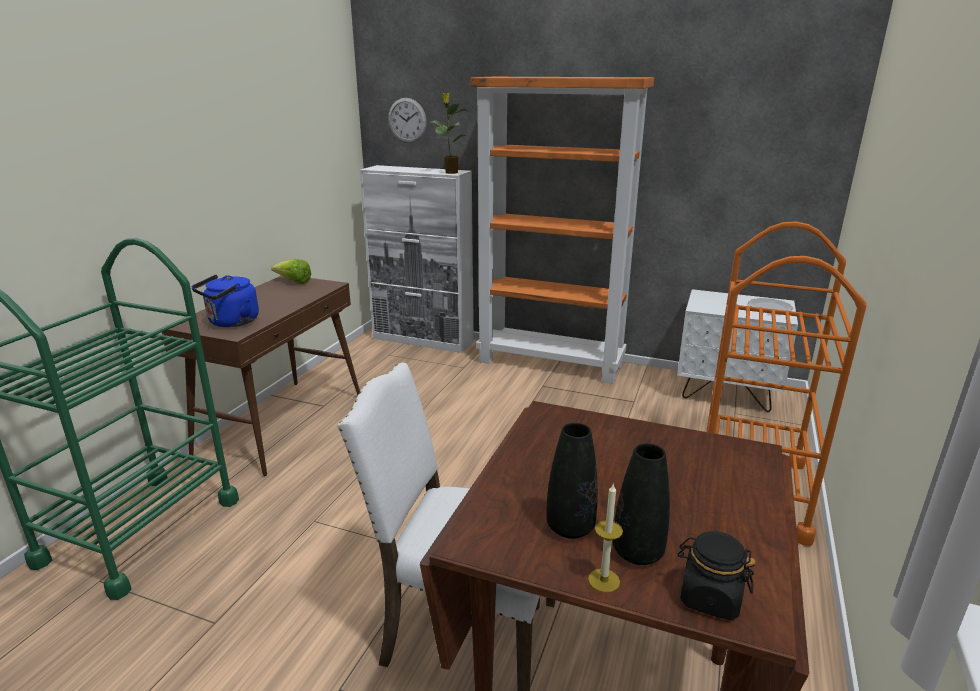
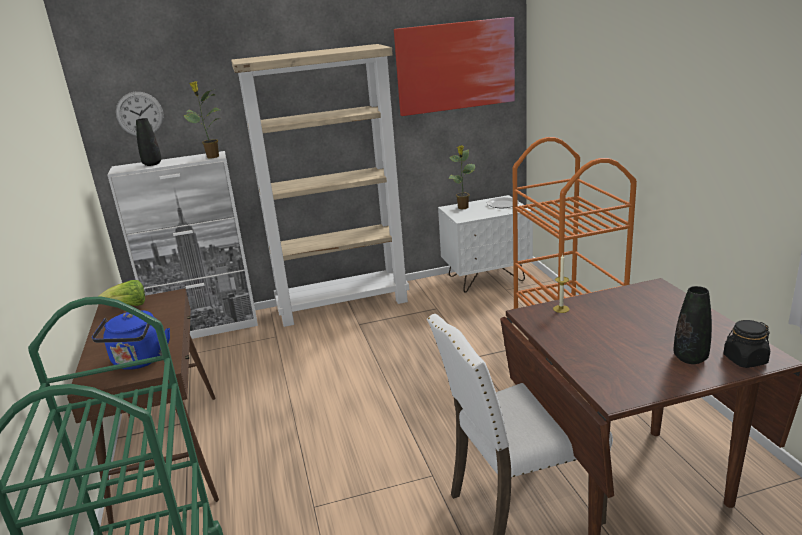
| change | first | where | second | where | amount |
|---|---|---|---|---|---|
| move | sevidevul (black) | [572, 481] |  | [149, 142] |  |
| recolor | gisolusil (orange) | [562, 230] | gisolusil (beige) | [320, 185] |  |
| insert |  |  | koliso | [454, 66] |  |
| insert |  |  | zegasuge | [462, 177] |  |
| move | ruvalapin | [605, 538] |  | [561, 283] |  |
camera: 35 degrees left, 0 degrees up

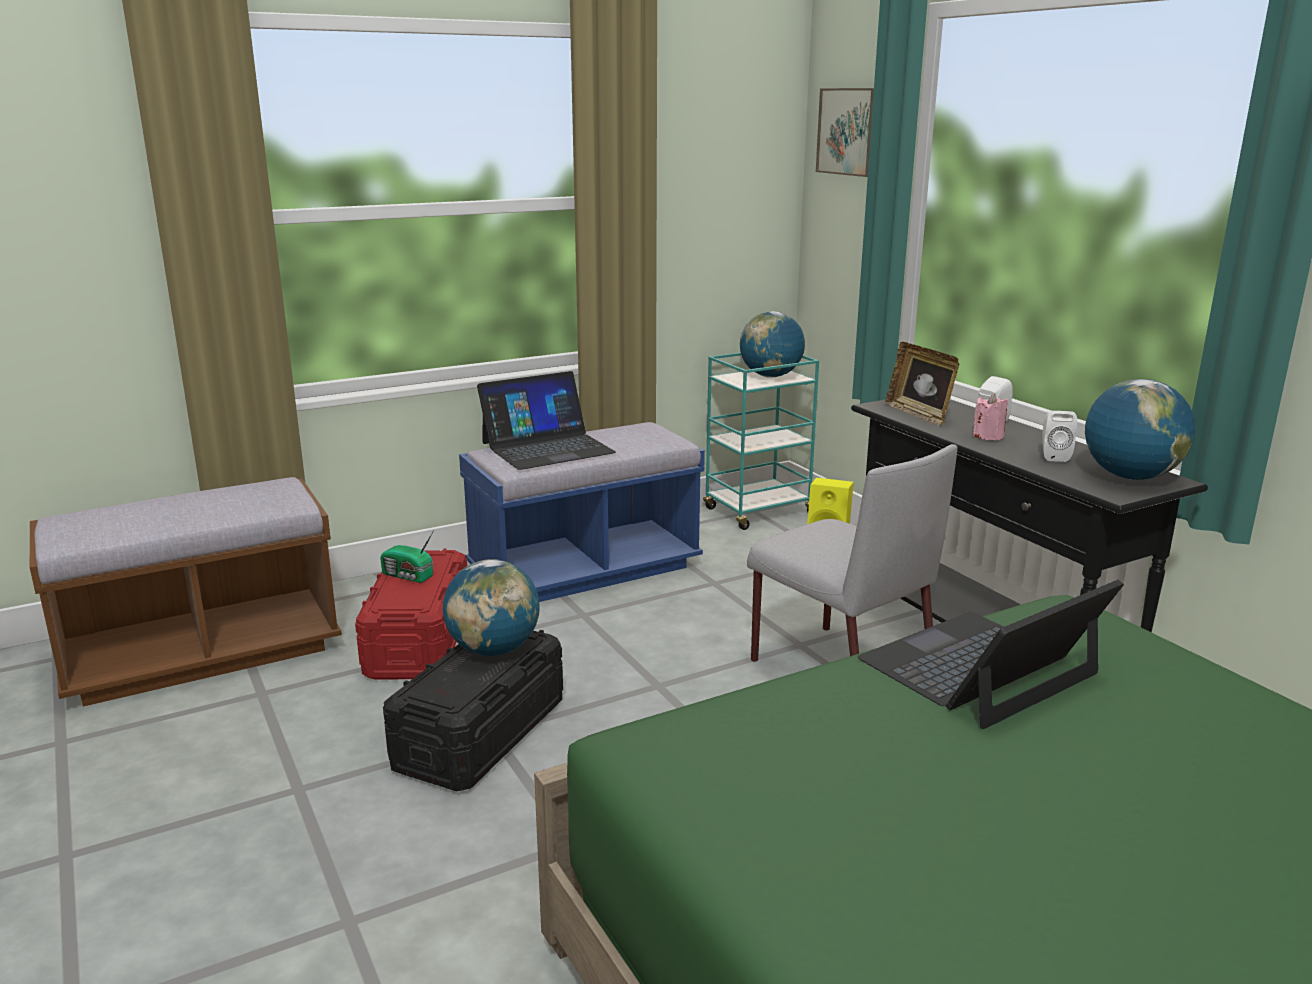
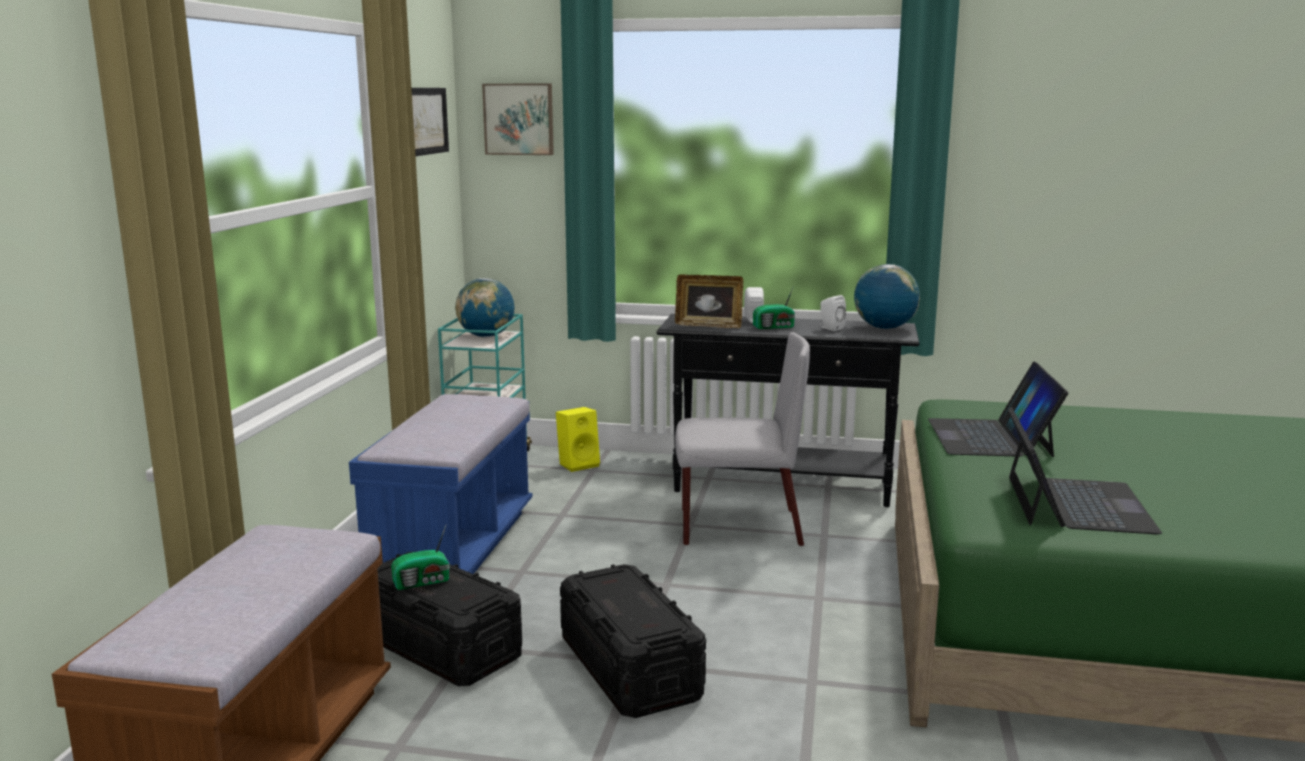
| change | first | where | second | where | amount |
|---|---|---|---|---|---|
| recolor | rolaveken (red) | [411, 614] | rolaveken (black) | [449, 619] |  |
| insert |  |  | koliso | [430, 122] |  |
| replace | ruvalapin (pink) | [990, 417] | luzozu | [774, 307] |  |
| move | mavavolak | [546, 420] |  | [1085, 470] |  |
| delete | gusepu | [491, 607] |  |  |  |
camera: 50 degrees left, 5 degrees down

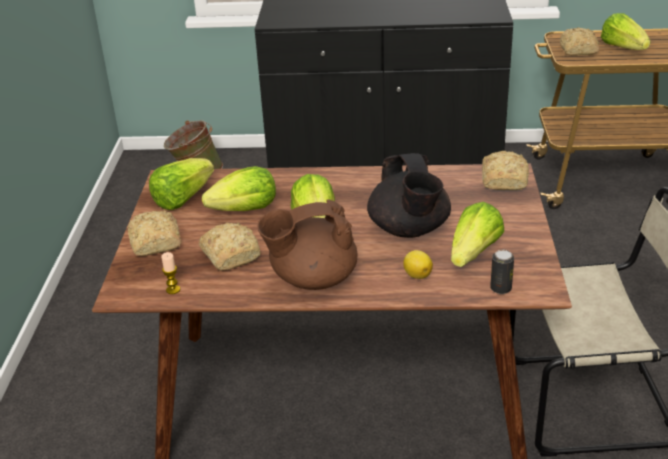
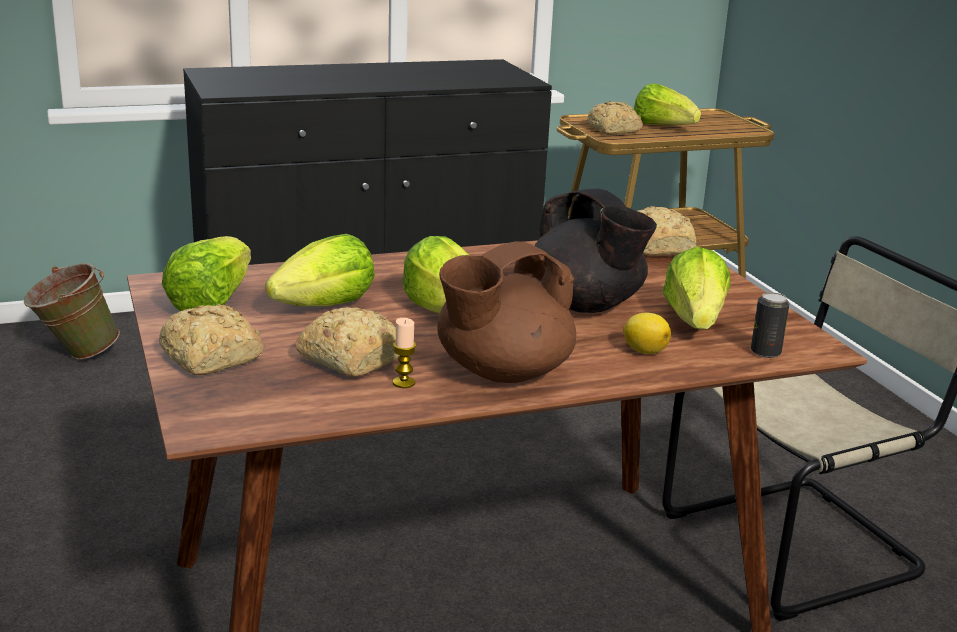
| change | first | where | second | where | amount |
|---|---|---|---|---|---|
| move | ruvalapin | [170, 273] |  | [404, 353] |  |
camera: 25 degrees left, 10 degrees down

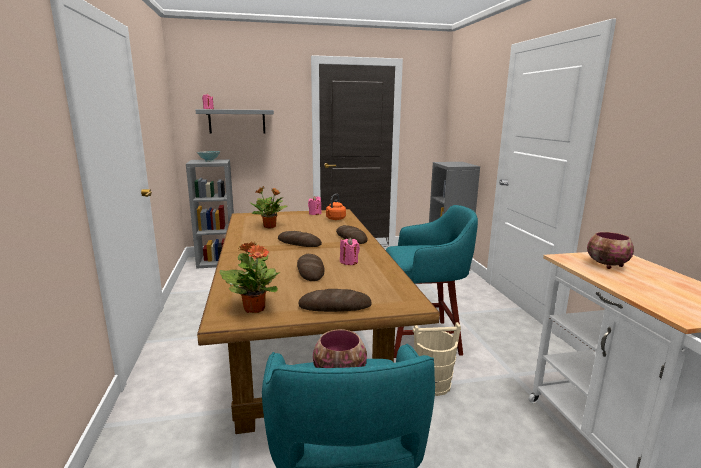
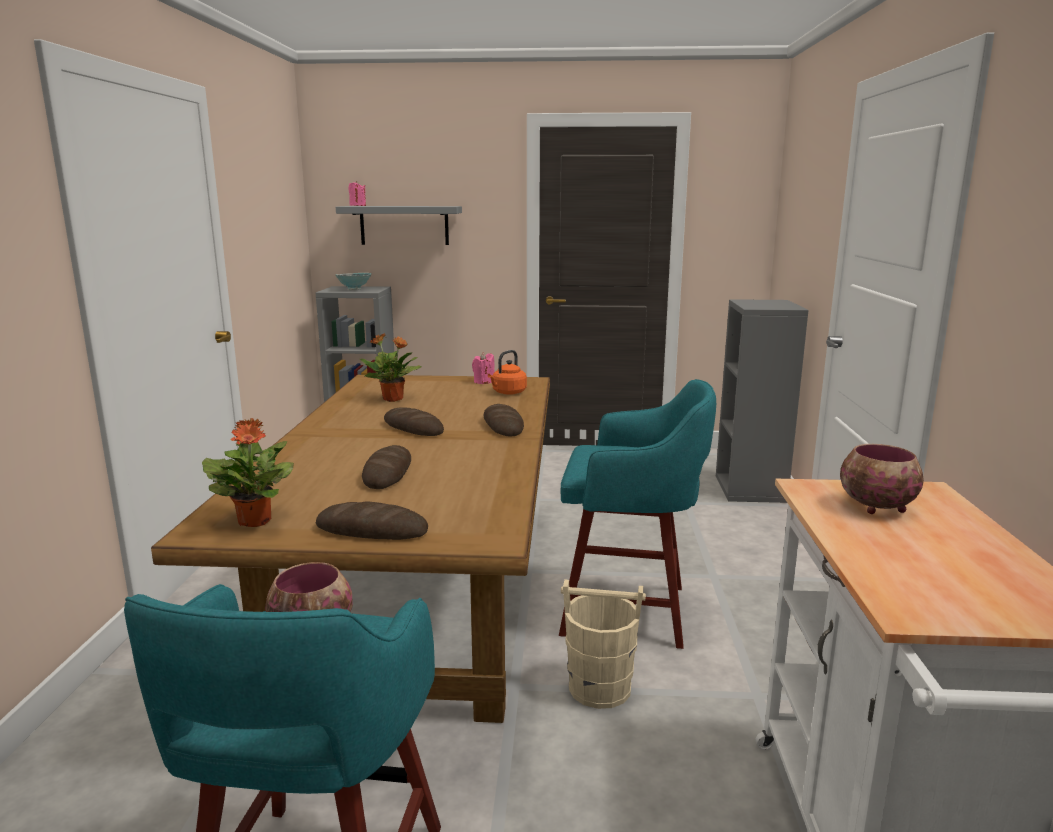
| change | first | where | second | where | amount |
|---|---|---|---|---|---|
| delete | ruvalapin (pink) | [350, 251] |  |  |  |
camera: 15 degrees right, 0 degrees up

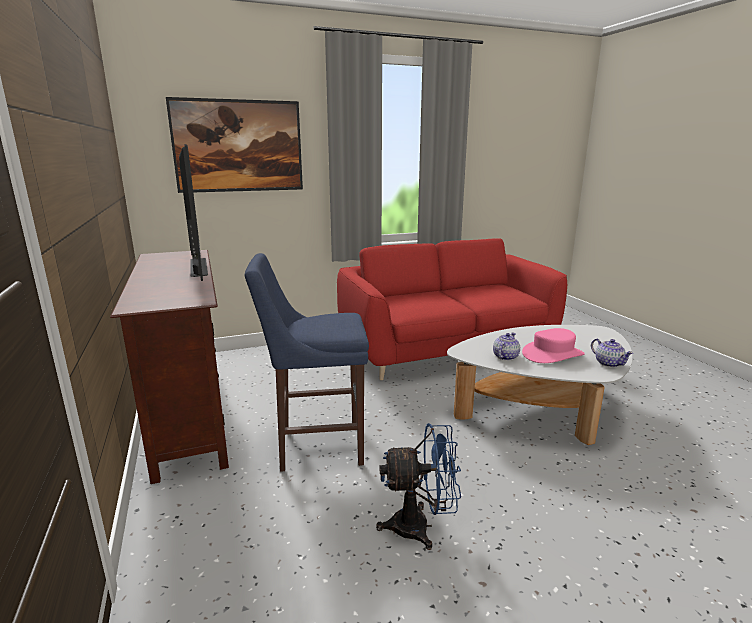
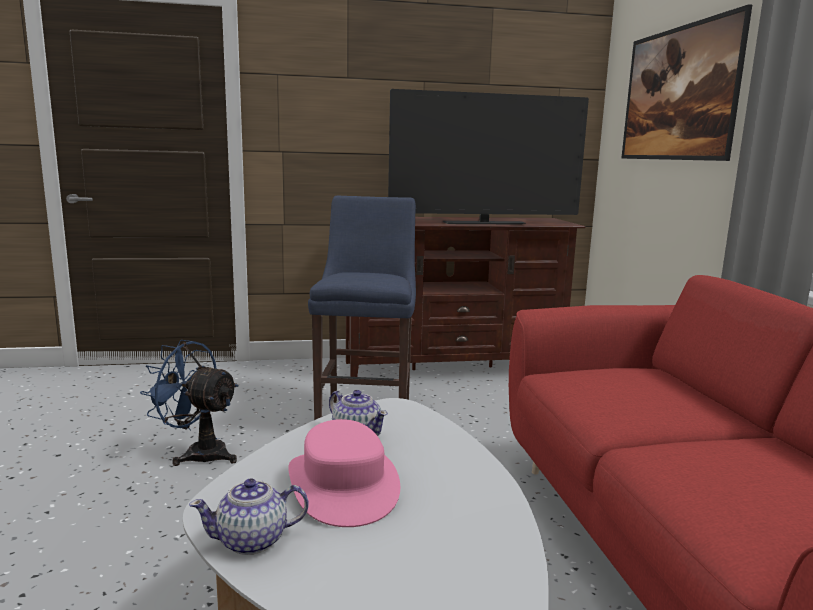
| change | first | where | second | where | amount |
|---|---|---|---|---|---|
| rotate | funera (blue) | [418, 486] |  | [189, 403] | 105 degrees clockwise |
camera: 100 degrees right, 5 degrees down

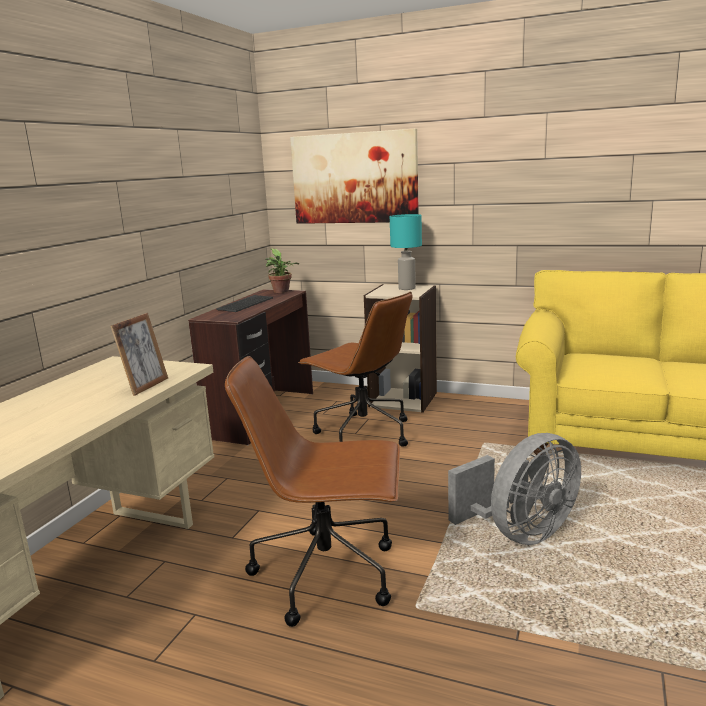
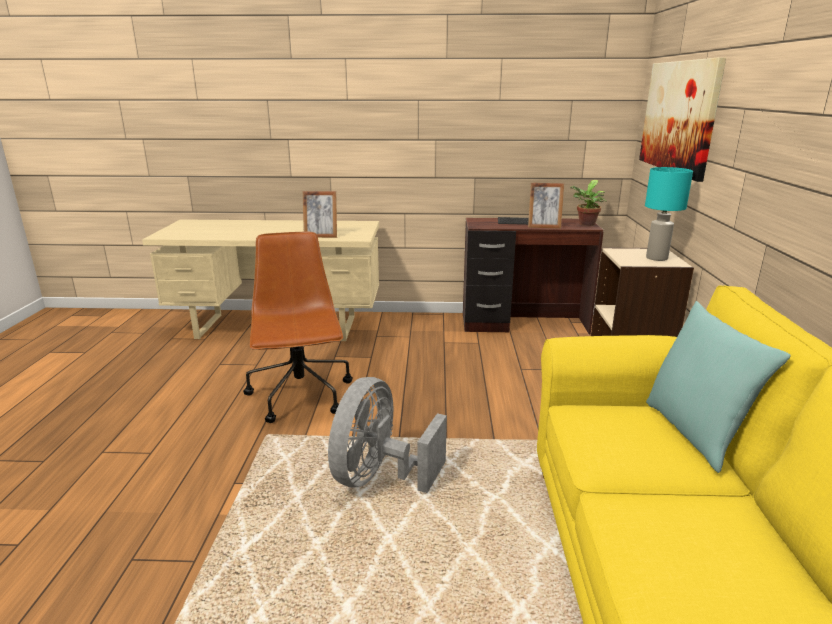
| change | first | where | second | where | amount |
|---|---|---|---|---|---|
| rotate | funera (grey) | [514, 489] |  | [387, 435] | 75 degrees clockwise |
| insert |  |  | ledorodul | [546, 206] |  |
| insert |  |  | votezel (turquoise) | [718, 387] |  |
| delete | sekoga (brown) | [355, 369] |  |  |  |
camera: 70 degrees right, 5 degrees up

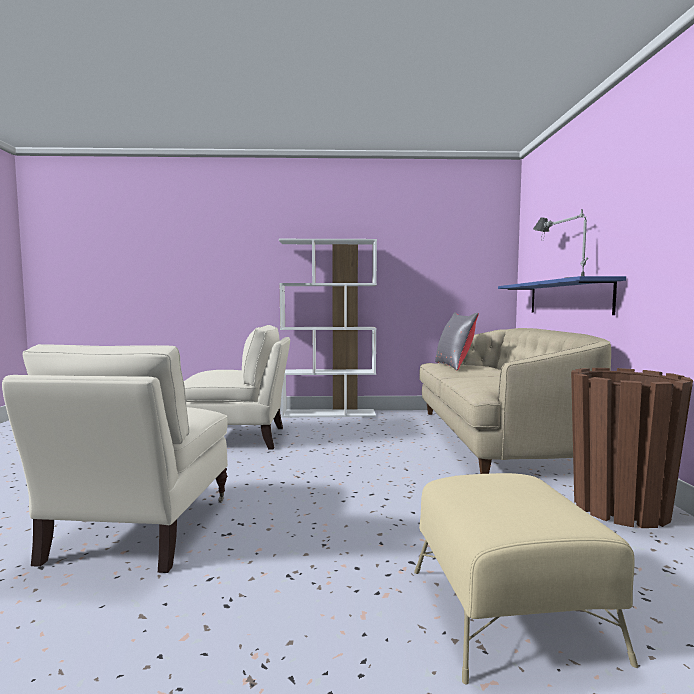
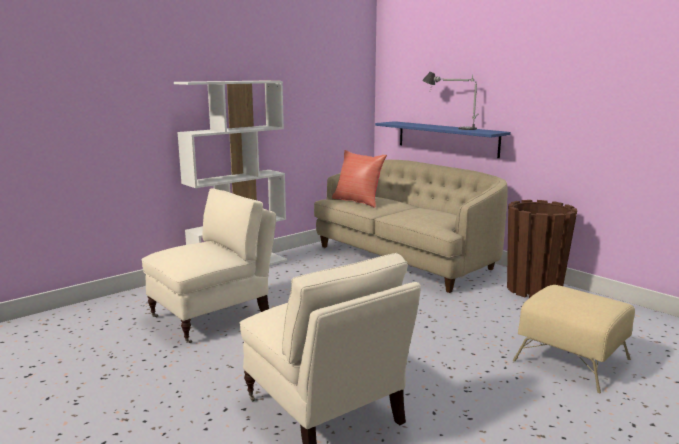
| change | first | where | second | where | amount |
|---|---|---|---|---|---|
| recolor | votezel (grey) | [457, 341] | votezel (red) | [359, 179] |  |
camera: 40 degrees left, 10 degrees up

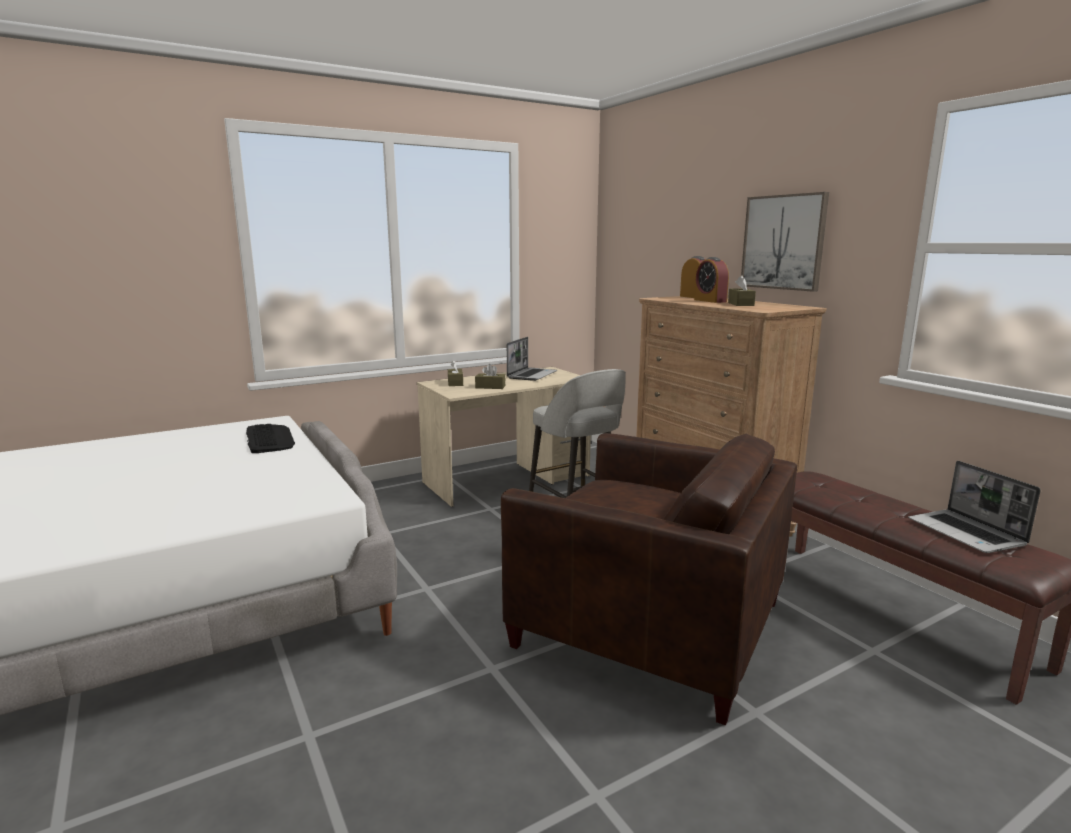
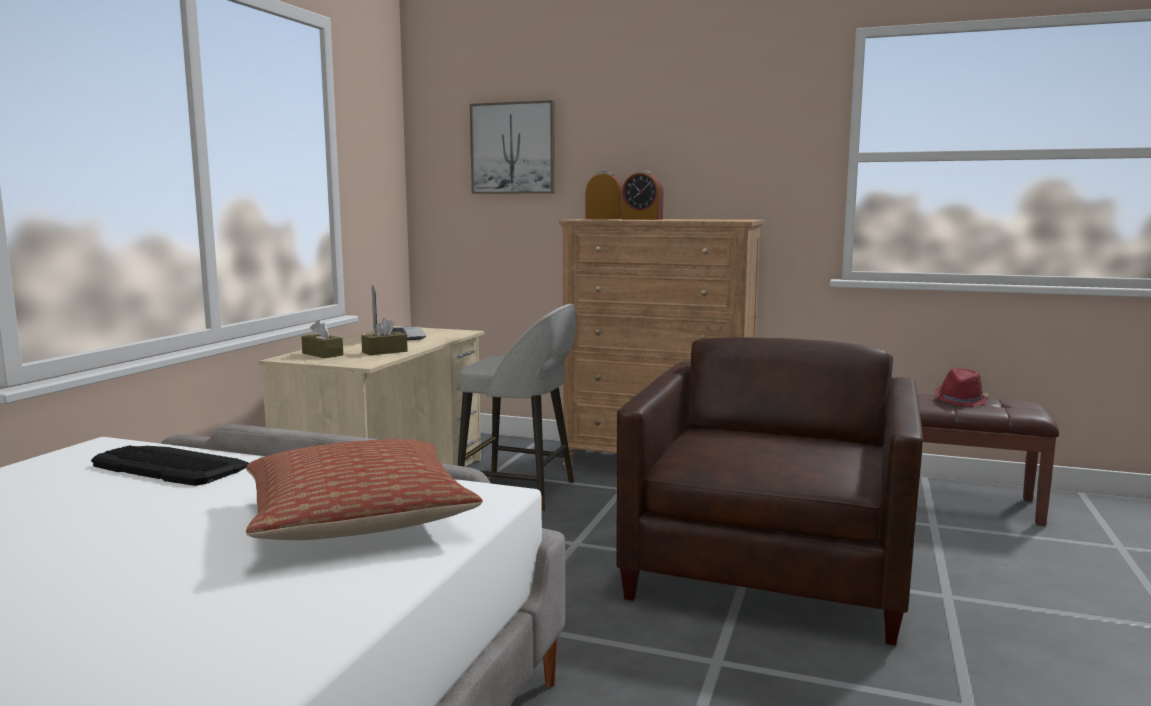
| change | first | where | second | where | amount |
|---|---|---|---|---|---|
| insert |  |  | votezel | [364, 489] |  |
| move | koliso | [785, 242] |  | [512, 147] |  |
| rotate | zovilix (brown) | [649, 579] |  | [769, 491] | 60 degrees counterclockwise |
| replace | mavavolak | [974, 507] | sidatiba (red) | [962, 387] |  |
| delete | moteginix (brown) | [742, 290] |  |  |  |
camera: 40 degrees left, 5 degrees down

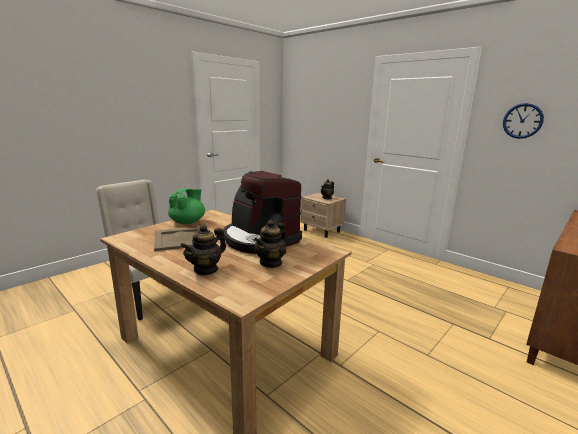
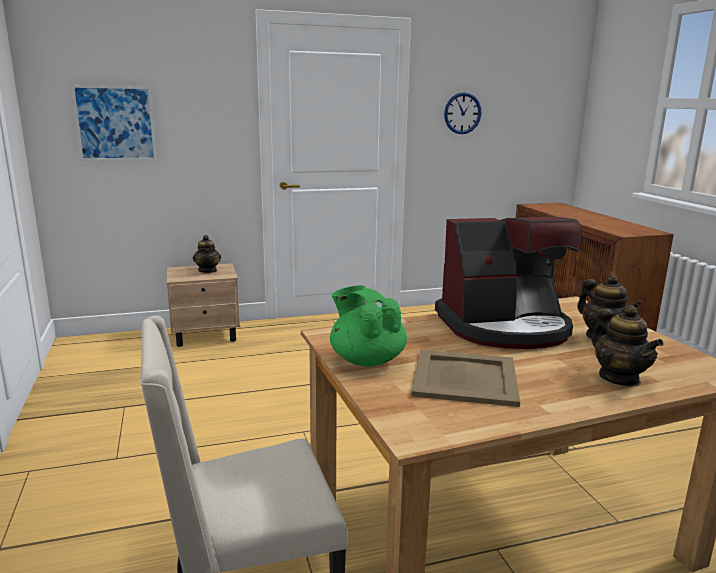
| change | first | where | second | where | amount |
|---|---|---|---|---|---|
| insert |  |  | koliso | [114, 123] |  |
camera: 60 degrees left, 0 degrees up

